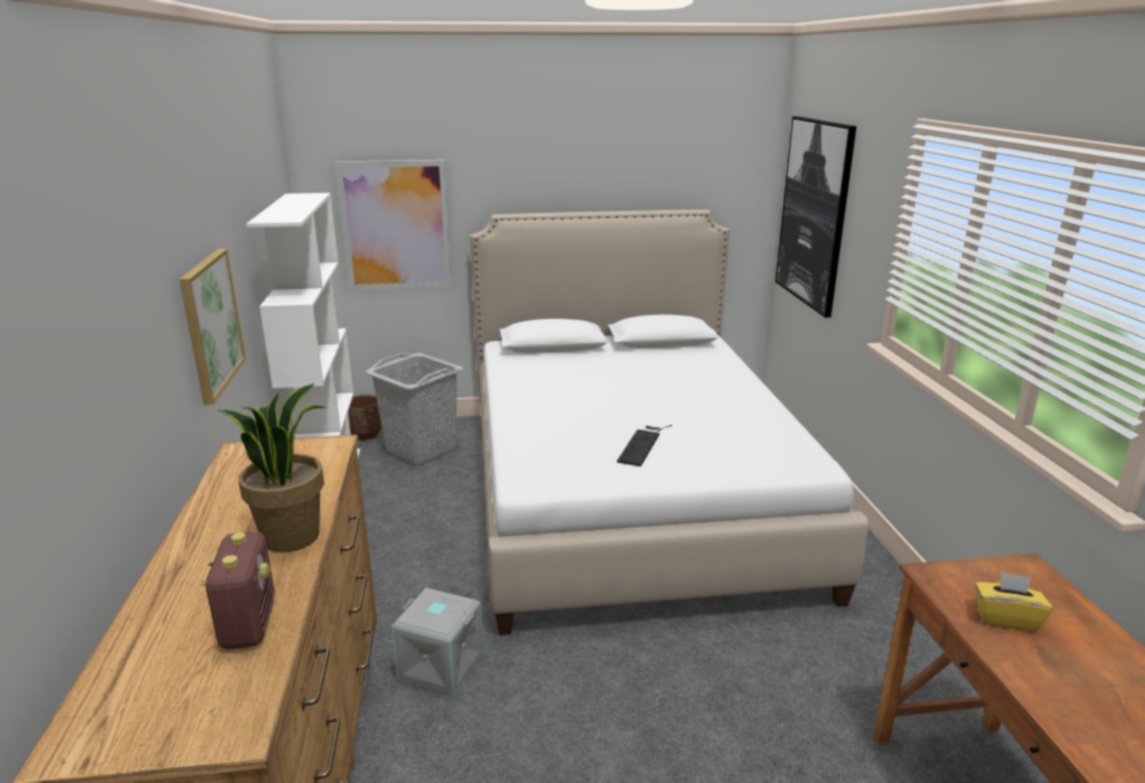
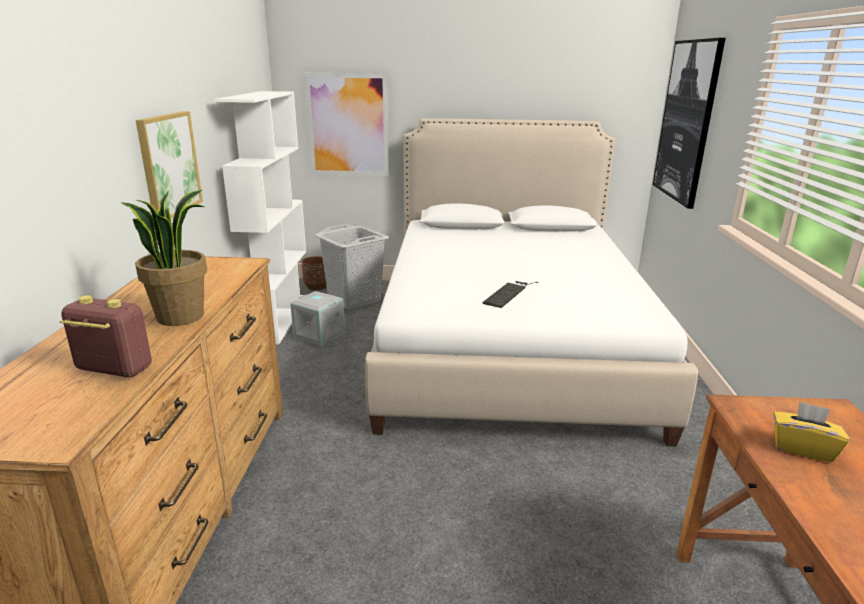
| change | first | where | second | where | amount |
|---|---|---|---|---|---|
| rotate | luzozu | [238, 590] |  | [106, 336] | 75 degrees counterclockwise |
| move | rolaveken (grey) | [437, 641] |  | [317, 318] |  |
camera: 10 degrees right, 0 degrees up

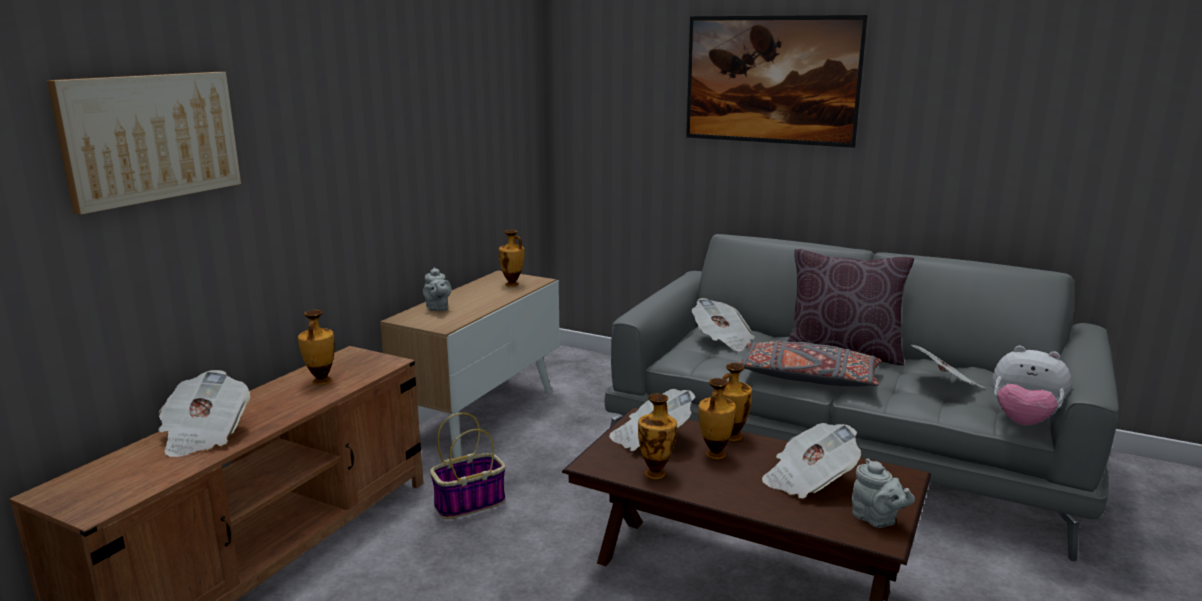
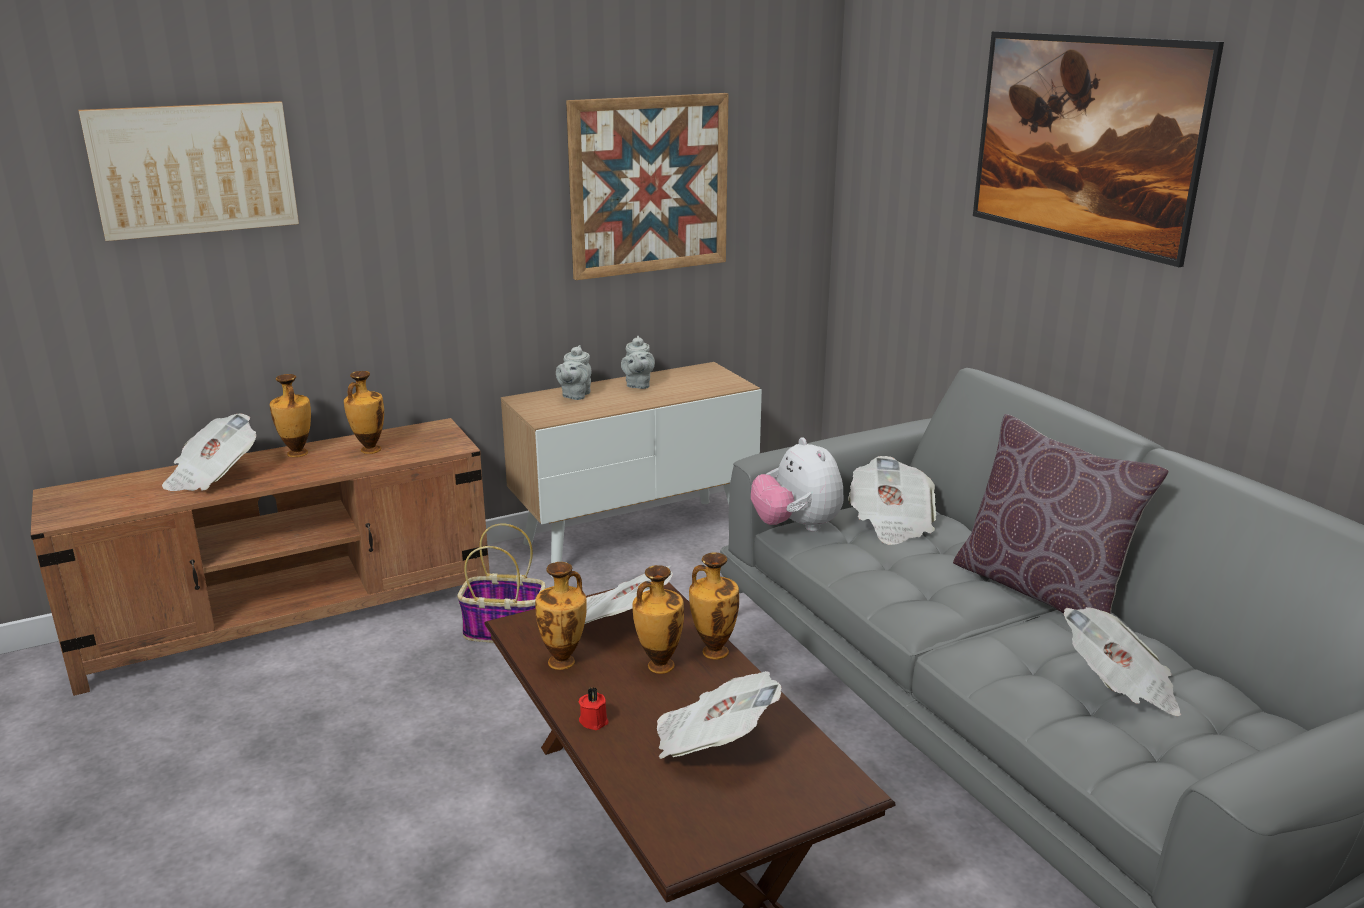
| change | first | where | second | where | amount |
|---|---|---|---|---|---|
| move | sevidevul | [512, 258] |  | [290, 415] |  |
| insert |  |  | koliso | [647, 186] |  |
| insert |  |  | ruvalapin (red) | [594, 709] |  |
| move | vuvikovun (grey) | [883, 493] |  | [638, 362] |  |
| move | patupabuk | [1032, 386] |  | [797, 484] |  |
| delete | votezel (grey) | [810, 363] |  |  |  |
camera: 35 degrees right, 5 degrees up

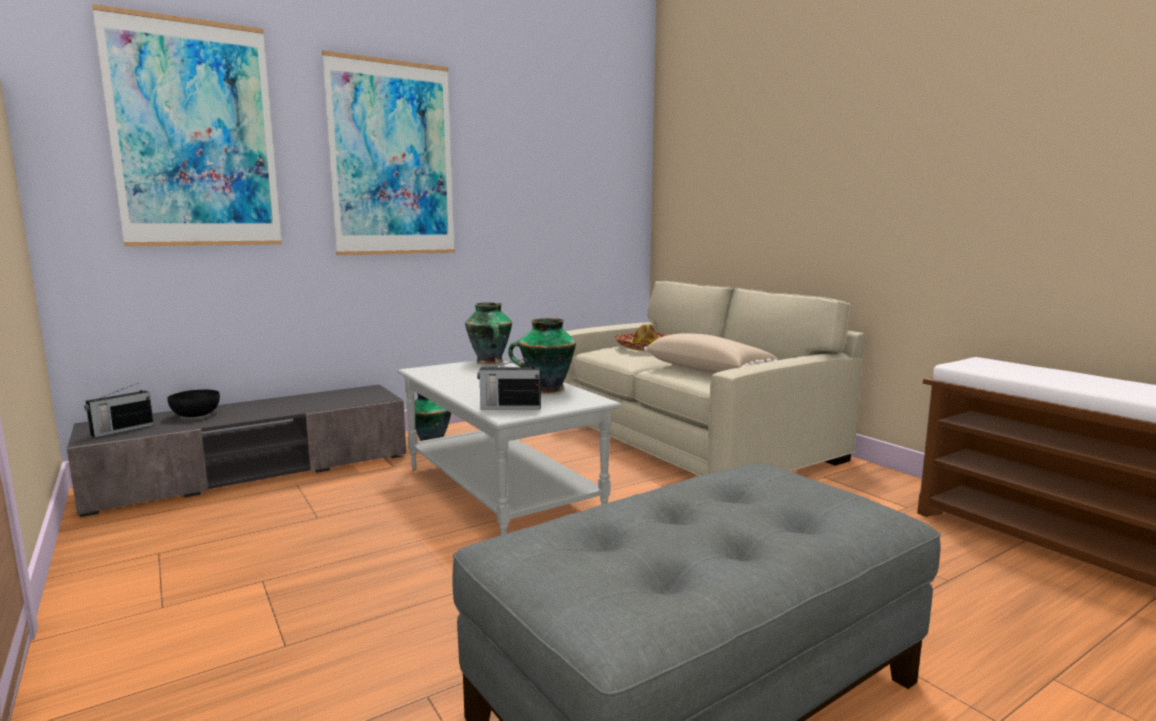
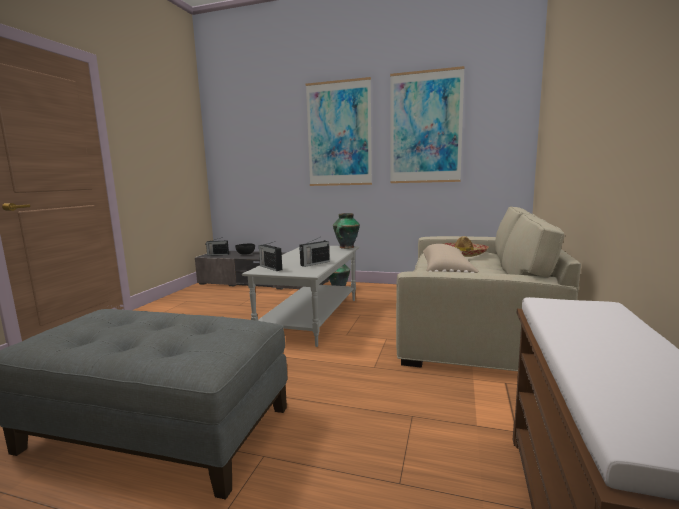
| change | first | where | second | where | amount |
|---|---|---|---|---|---|
| replace | sevidevul | [542, 355] | luzozu | [314, 252] |  |
| move | koliso | [187, 125] |  | [427, 124] |  |
camera: 50 degrees right, 0 degrees up

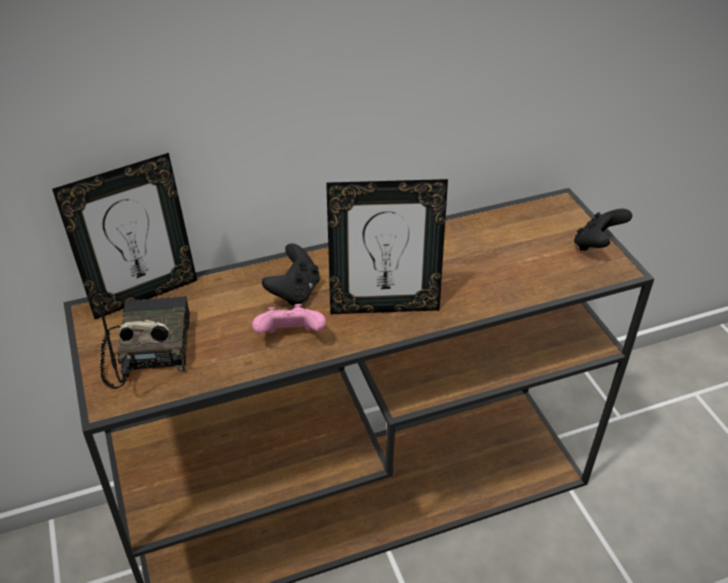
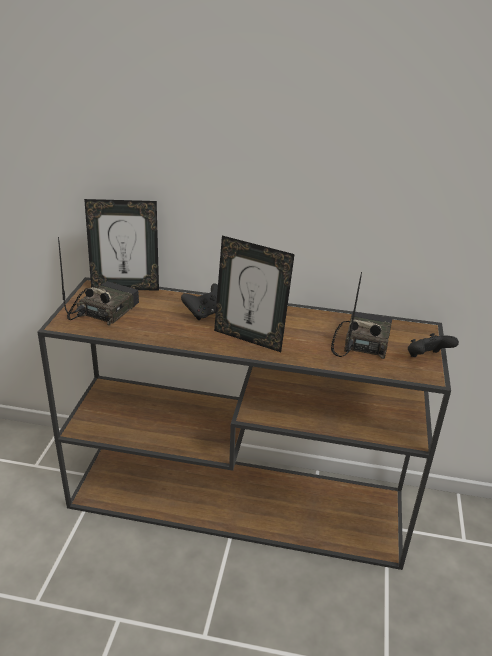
| change | first | where | second | where | amount |
|---|---|---|---|---|---|
| insert |  |  | luzozu | [361, 315] |  |
| delete | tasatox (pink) | [289, 319] |  |  |  |
camera: 30 degrees right, 10 degrees down

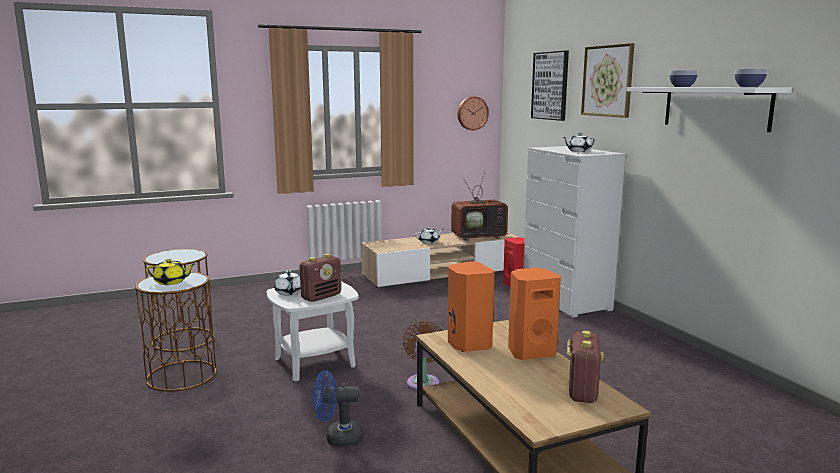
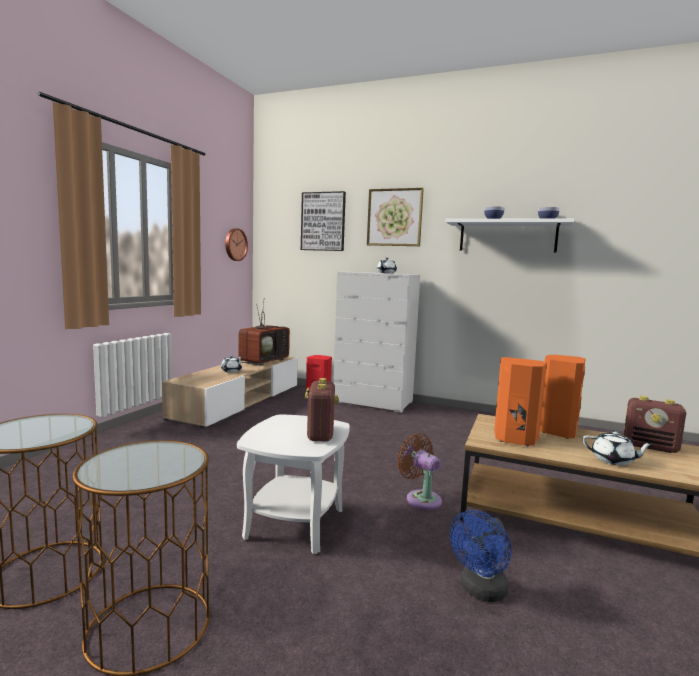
| change | first | where | second | where | amount |
|---|---|---|---|---|---|
| move | vuvikovun (white) | [287, 282] |  | [618, 448] |  |
| rotate | luzozu | [586, 367] |  | [655, 424] | 150 degrees clockwise |
| delete | vuvikovun (yellow) | [170, 272] |  |  |  |
camera: 45 degrees left, 5 degrees down

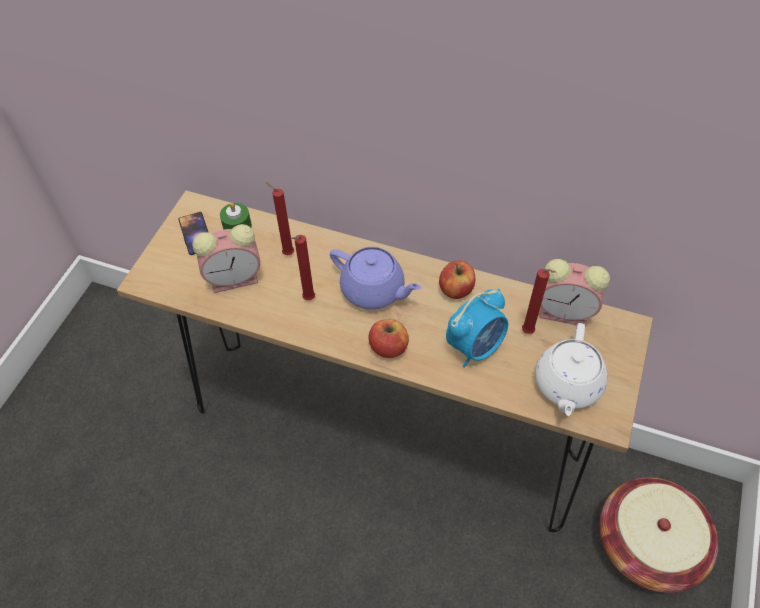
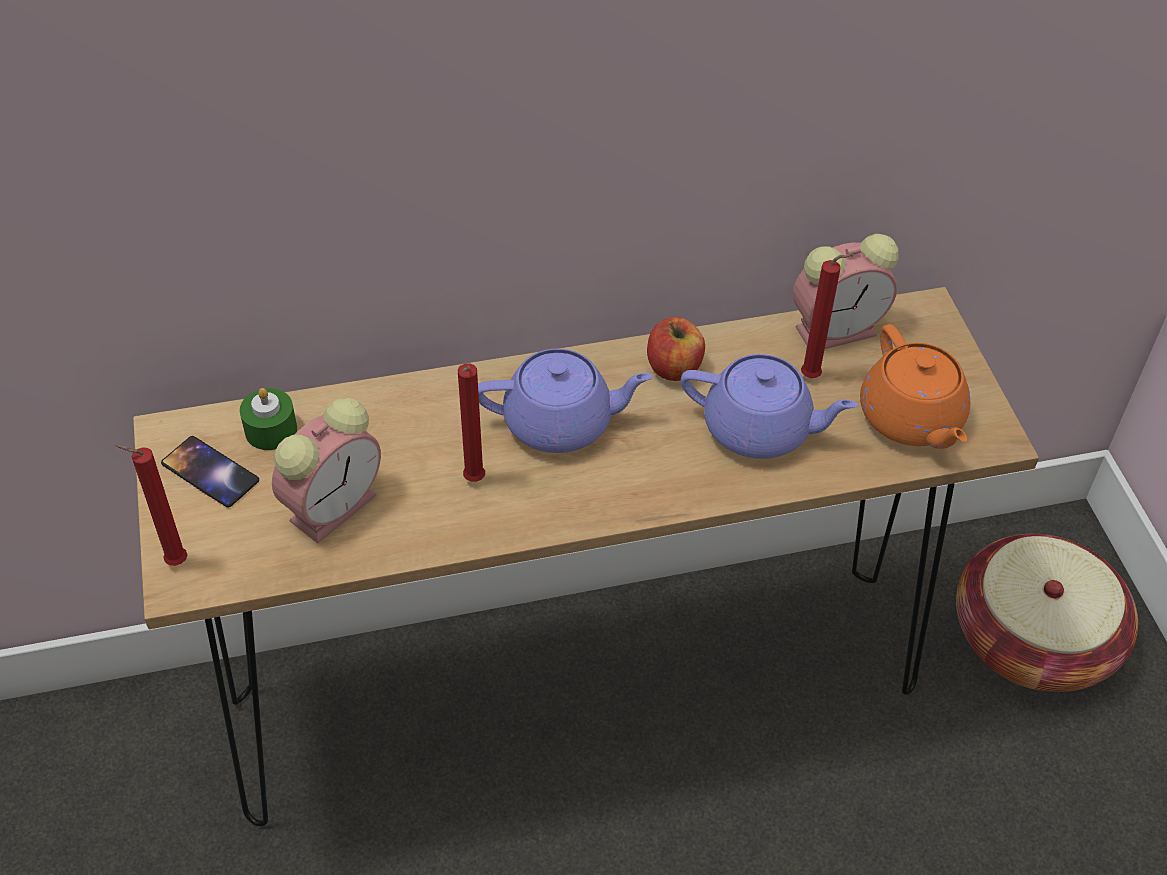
| change | first | where | second | where | amount |
|---|---|---|---|---|---|
| move | ruvalapin (red) | [280, 218] |  | [151, 505] |  |
| replace | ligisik | [477, 328] | vuvikovun (purple) | [769, 406] |  |
| recolor | vuvikovun (white) | [571, 369] | vuvikovun (orange) | [915, 386] |  |
| delete | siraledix | [389, 338] |  |  |  |
camera: 35 degrees left, 5 degrees down

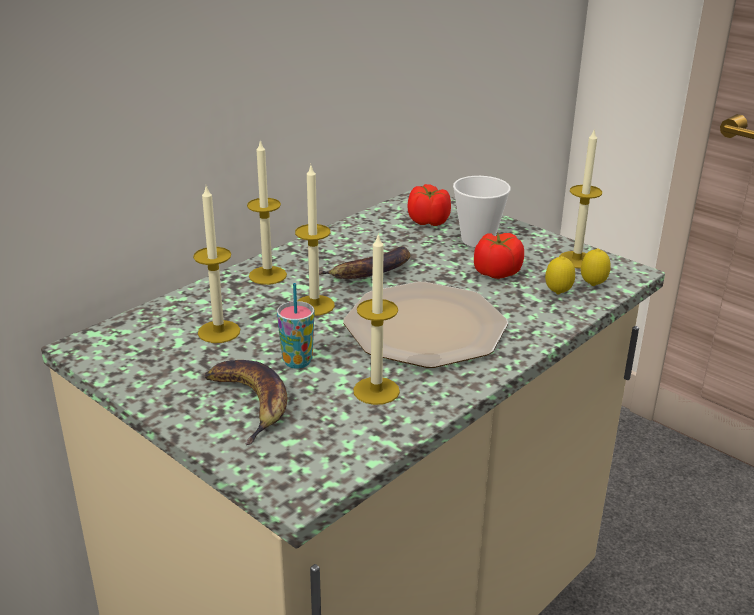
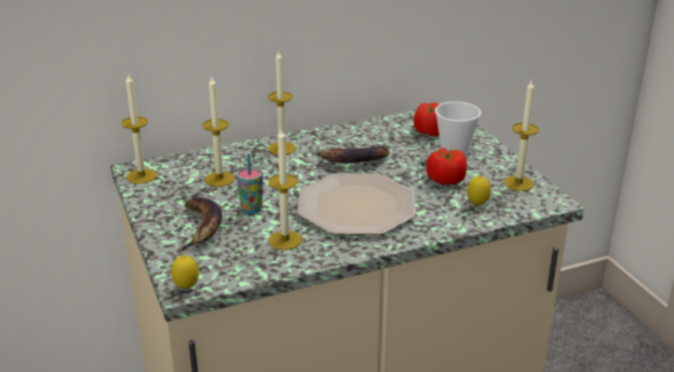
| change | first | where | second | where | amount |
|---|---|---|---|---|---|
| move | ruvalapin | [315, 241] |  | [139, 129] |  |
| move | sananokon | [596, 267] |  | [185, 272] |  |
camera: 25 degrees right, 0 degrees up

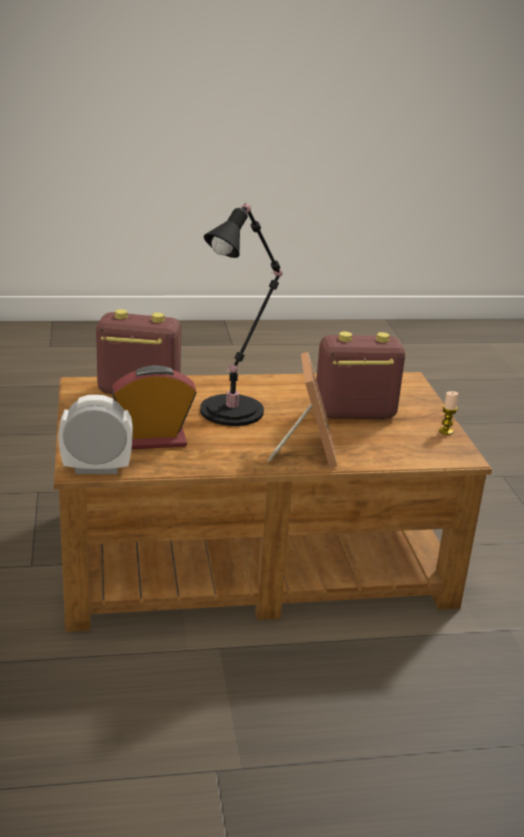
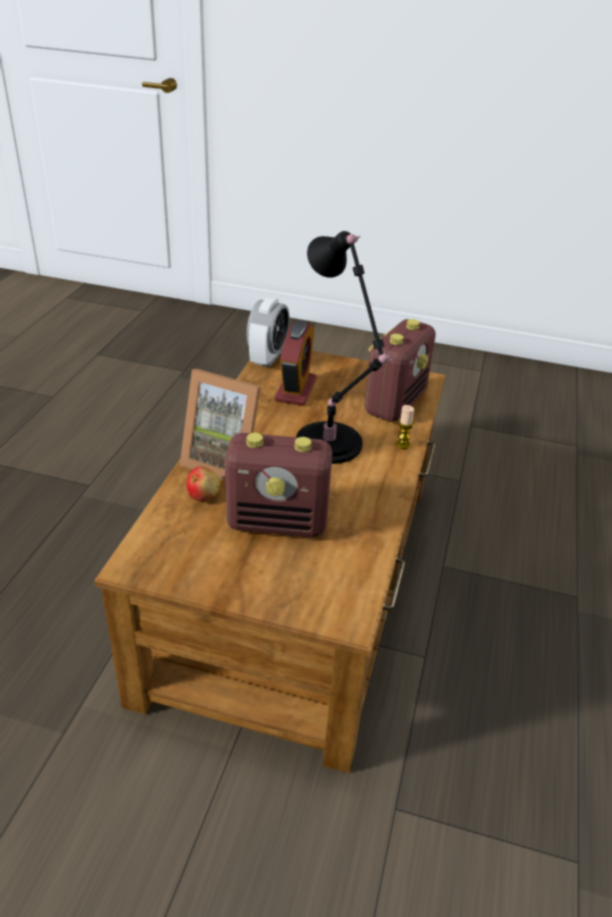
| change | first | where | second | where | amount |
|---|---|---|---|---|---|
| insert |  |  | siraledix | [203, 484] |  |
| rotate | luzozu | [360, 375] |  | [279, 485] | 75 degrees clockwise |
| move | ruvalapin | [448, 413] |  | [404, 427] |  |
camera: 115 degrees right, 10 degrees up

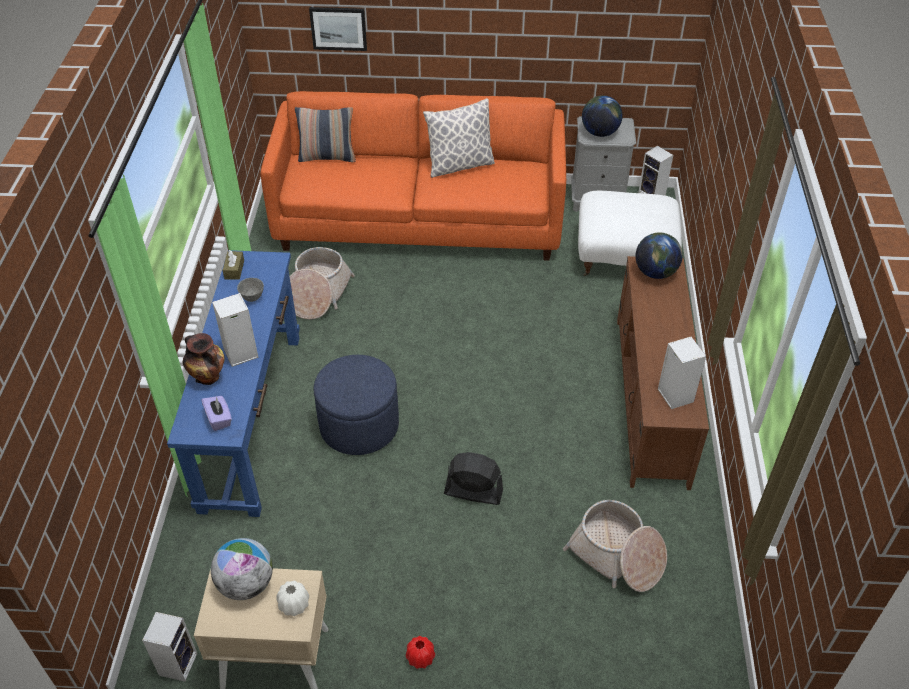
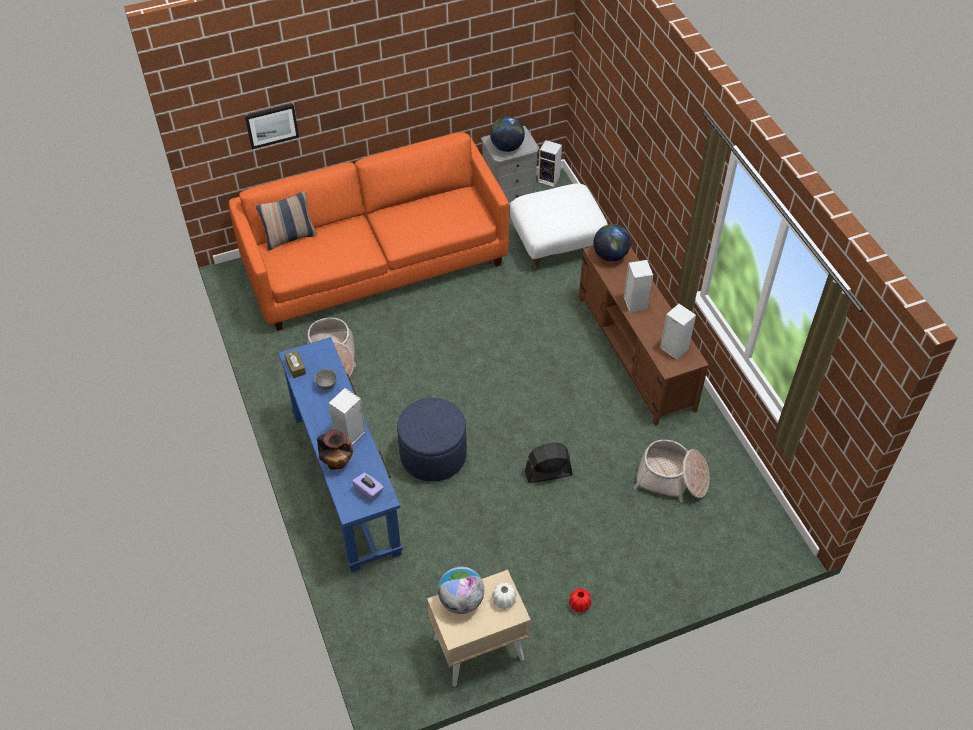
| change | first | where | second | where | amount |
|---|---|---|---|---|---|
| move | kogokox | [169, 647] |  | [638, 286] |  |
| delete | votezel | [459, 138] |  |  |  |
camera: 25 degrees left, 5 degrees up

